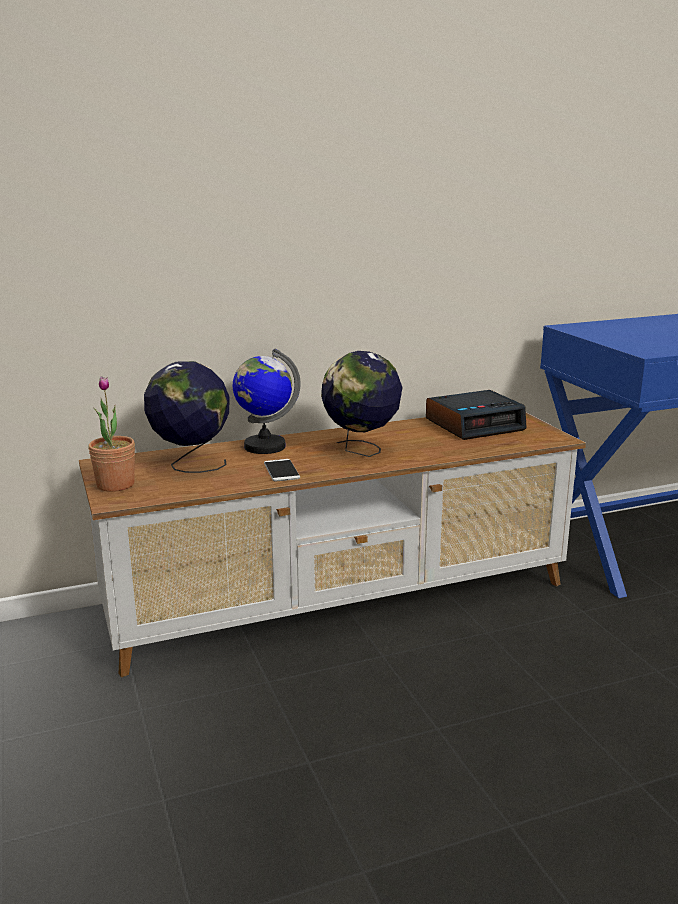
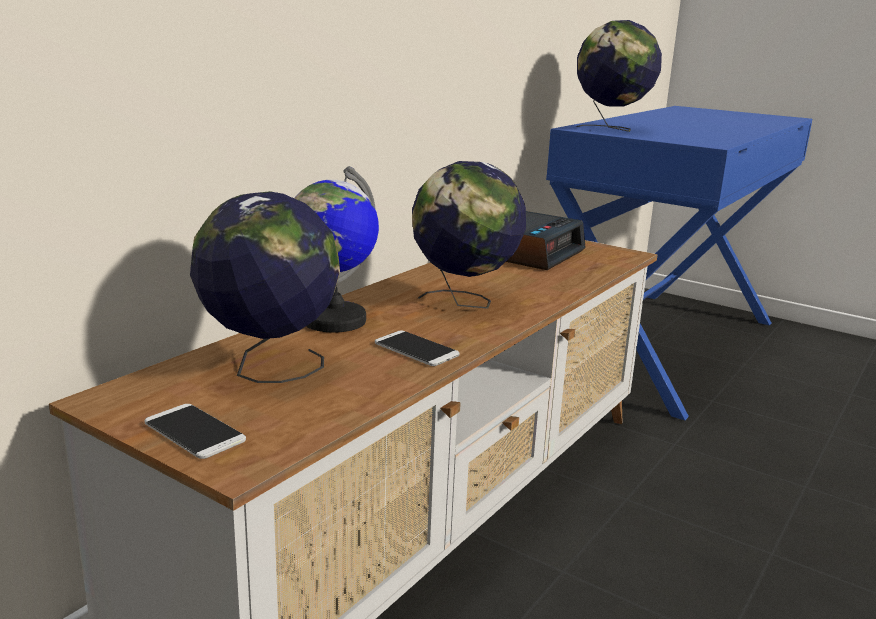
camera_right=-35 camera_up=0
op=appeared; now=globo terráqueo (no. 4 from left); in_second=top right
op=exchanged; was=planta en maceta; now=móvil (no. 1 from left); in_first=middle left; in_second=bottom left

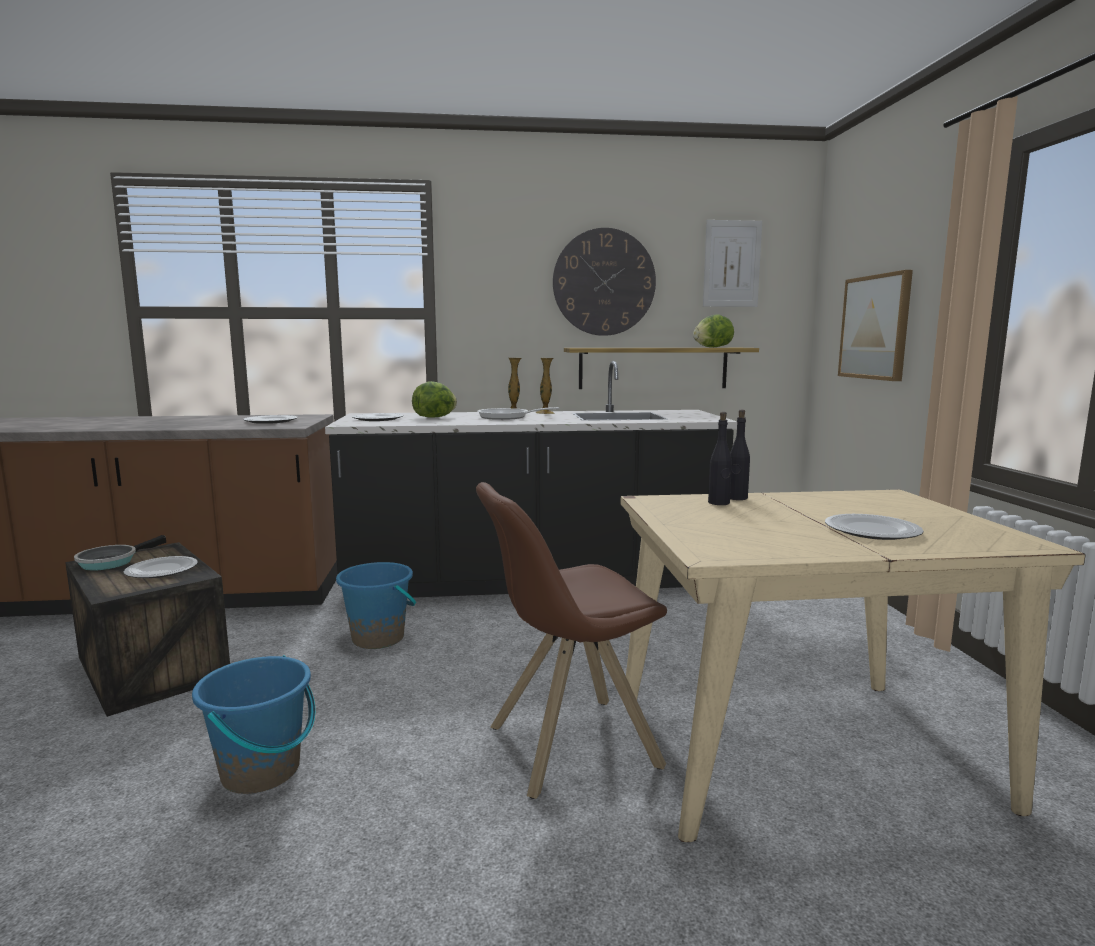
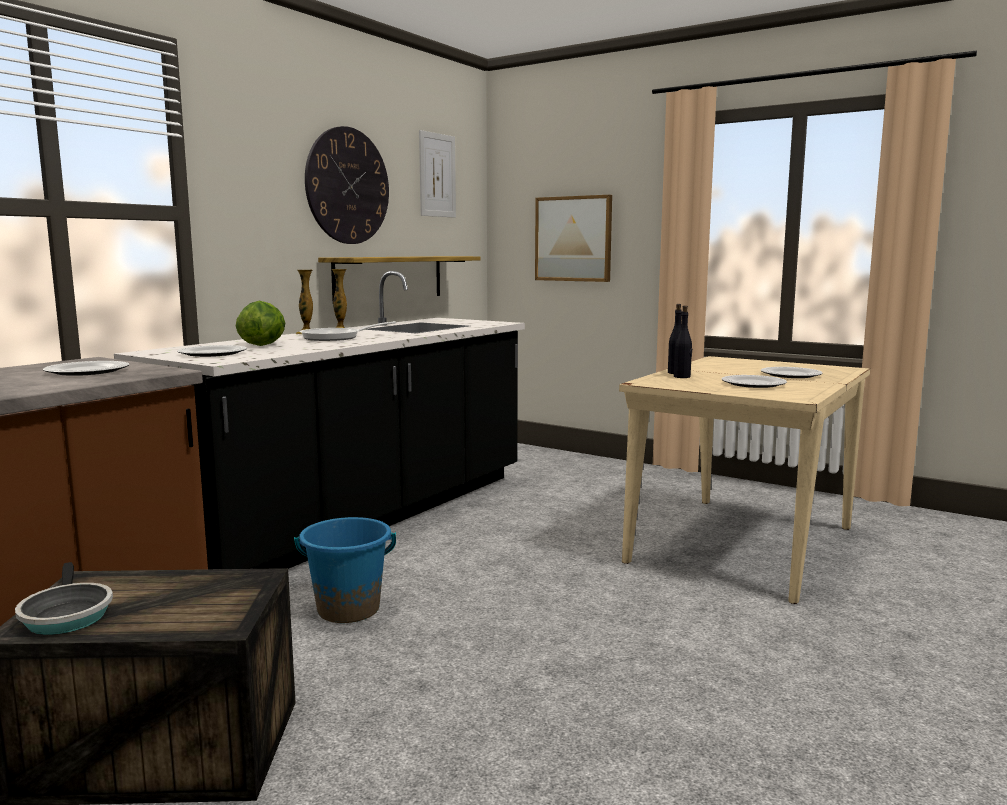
camera_right=-50 camera_up=0
op=missing; was=cubo [azul] (no. 1 from left); in_first=bottom left
op=missing; was=silla [marrón]; in_first=bottom centre
op=missing; was=lechuga (no. 2 from left); in_first=centre
op=relocated; was=plato (no. 1 from left in the first image); now=plato (no. 3 from left); in_first=middle left; in_second=middle right

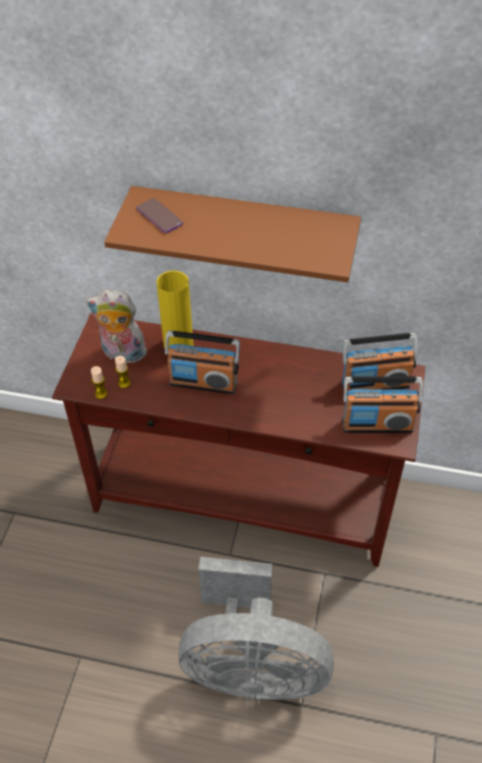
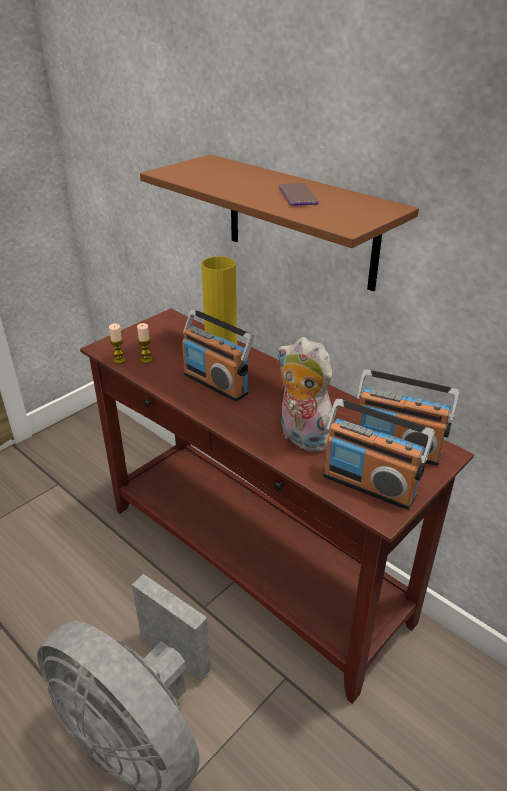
camera_right=30 camera_up=-15
op=relocated; was=peluche; in_first=middle left; in_second=centre
op=relocated; was=móvil; in_first=top left; in_second=top centre

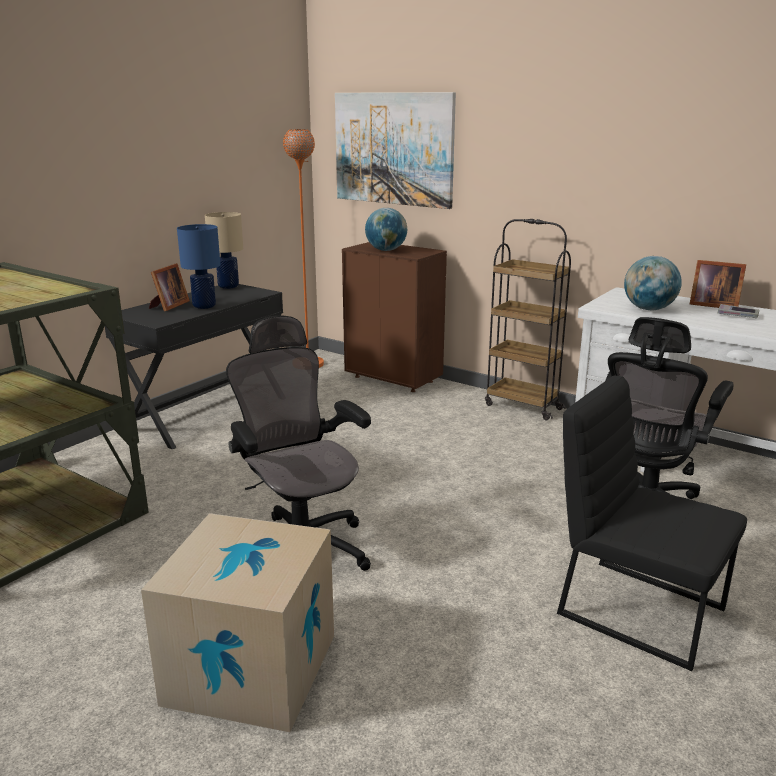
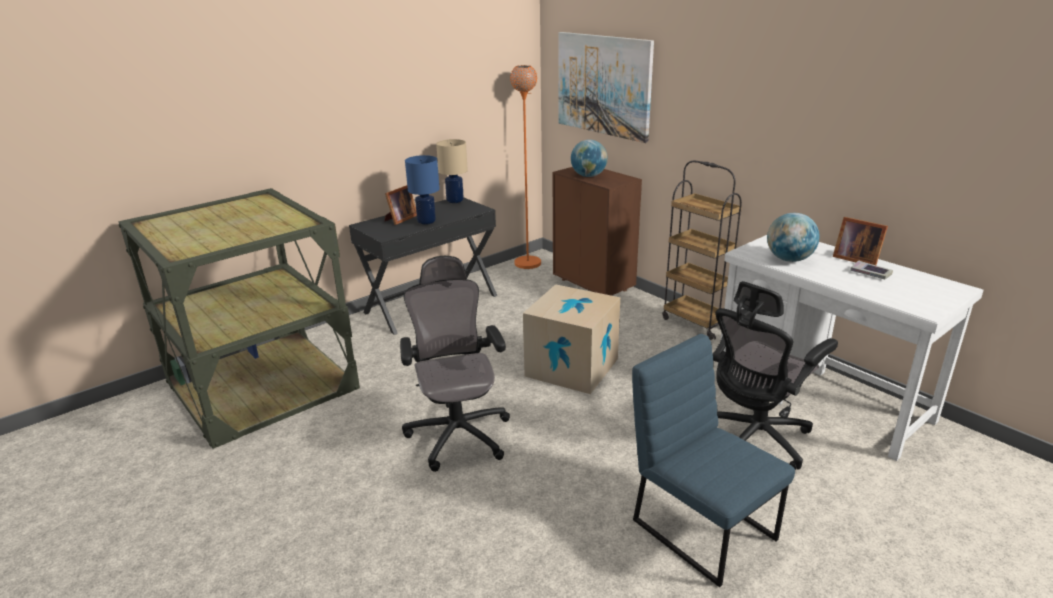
camera_right=15 camera_up=5
op=relocated; was=caja de cartón; in_first=bottom left; in_second=centre
op=colour; was=silla [negro]; now=silla [azul]; in_first=bottom right; in_second=bottom right

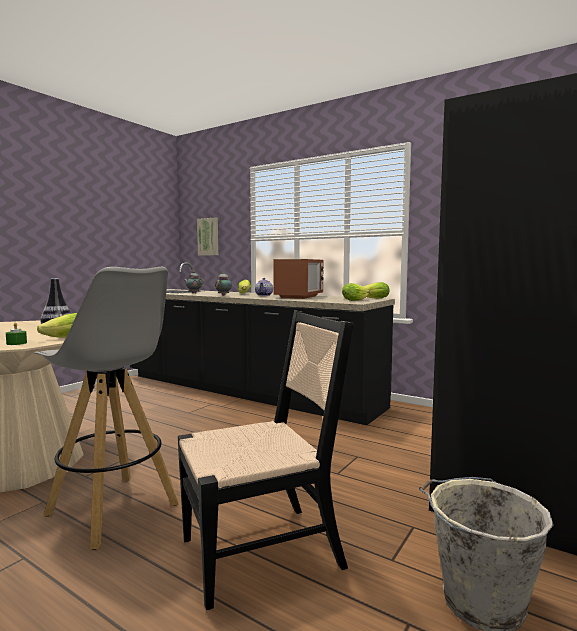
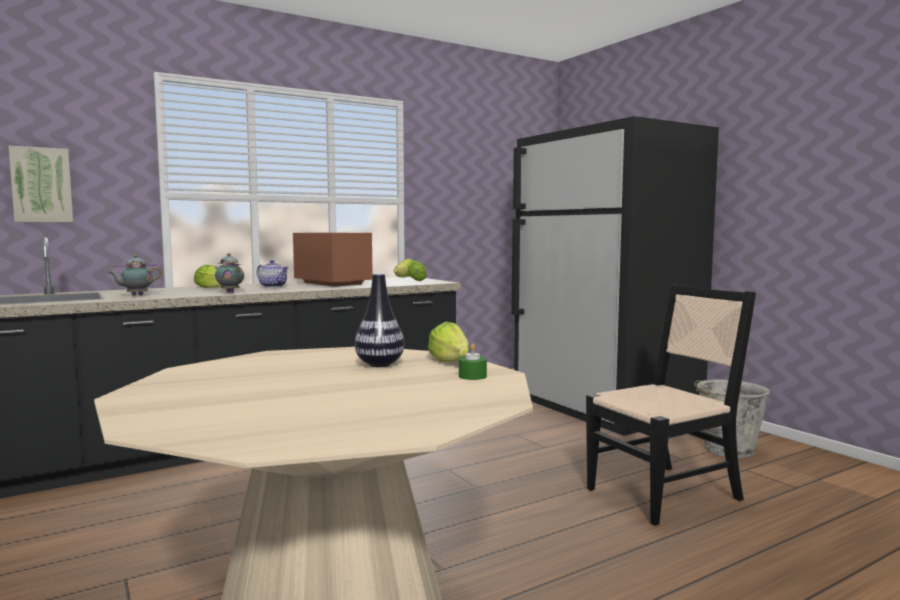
camera_right=-65 camera_up=0
op=missing; was=taburete [gris]; in_first=middle left
op=spun; was=silla; in_first=bottom centre; in_second=bottom right; clockwise=60

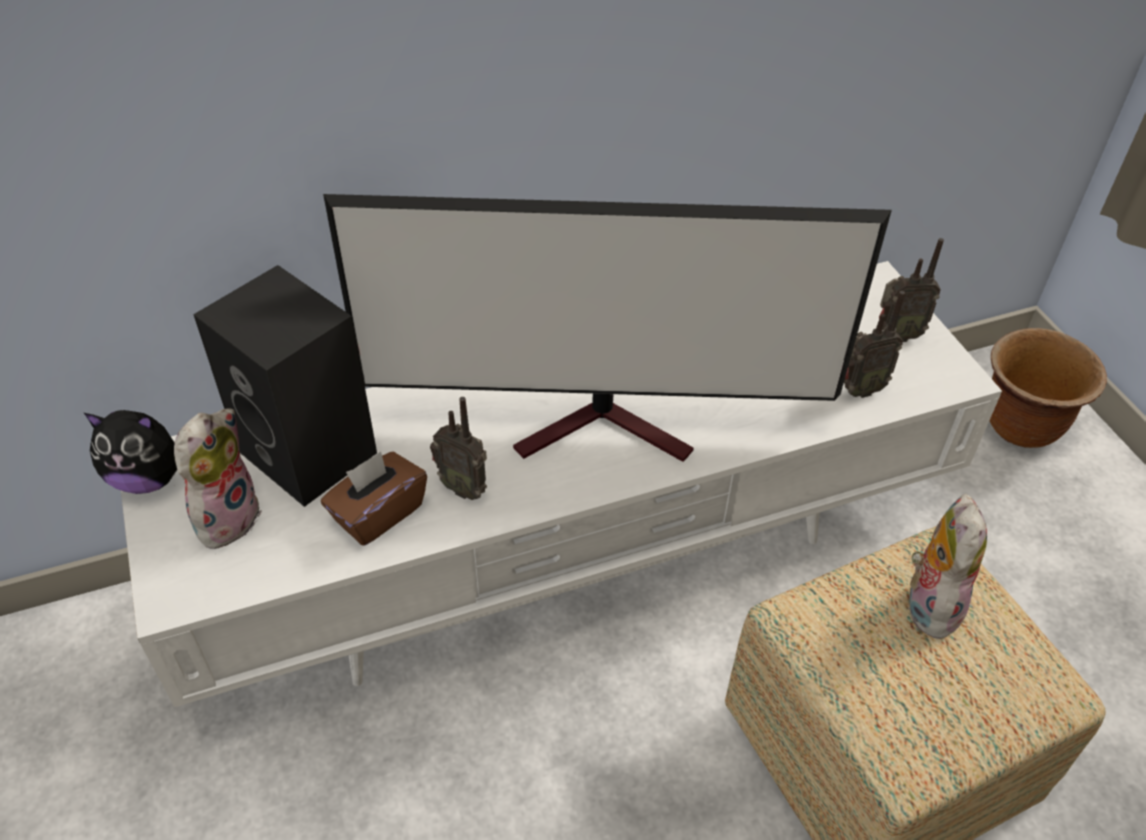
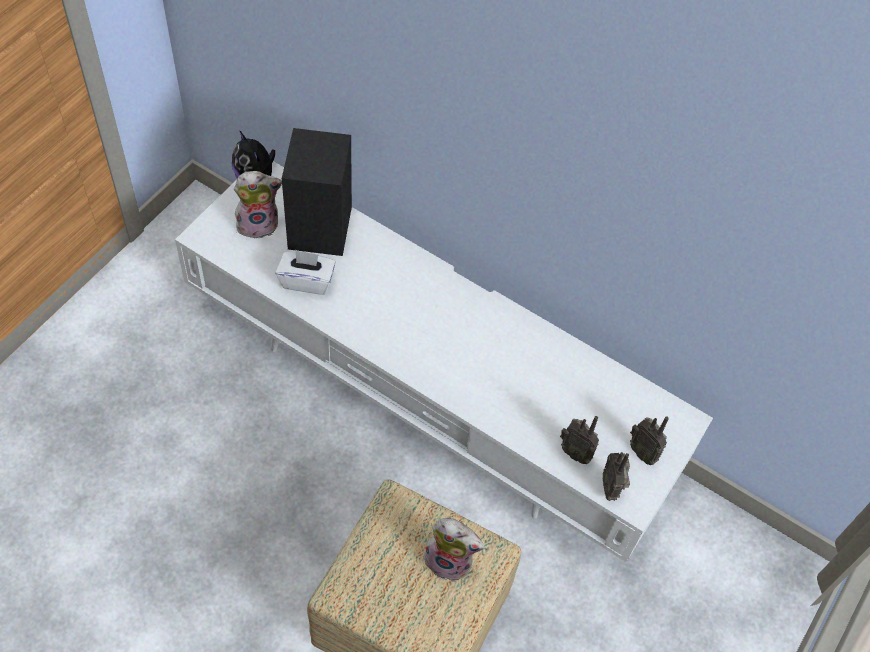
camera_right=50 camera_up=10
op=missing; was=televisor; in_first=centre
op=missing; was=maceta [marrón]; in_first=middle right
op=relocated; was=radio (no. 1 from left in the first image); now=radio (no. 2 from left); in_first=centre; in_second=bottom right
op=colour; was=caja de pañuelos [marrón]; now=caja de pañuelos [blanco]; in_first=middle left; in_second=centre
op=spun; was=peluche (no. 3 from left); in_first=bottom right; in_second=bottom centre; clockwise=45

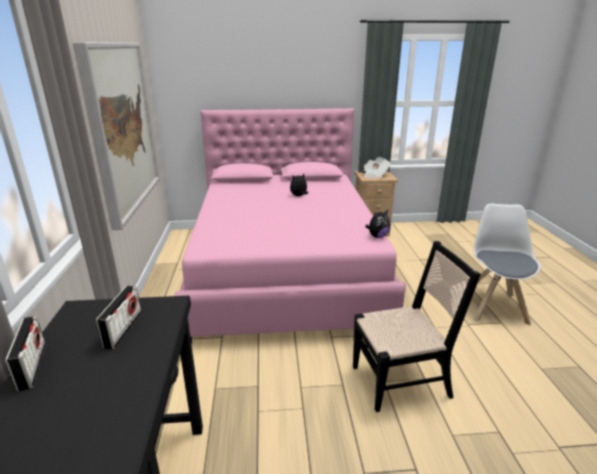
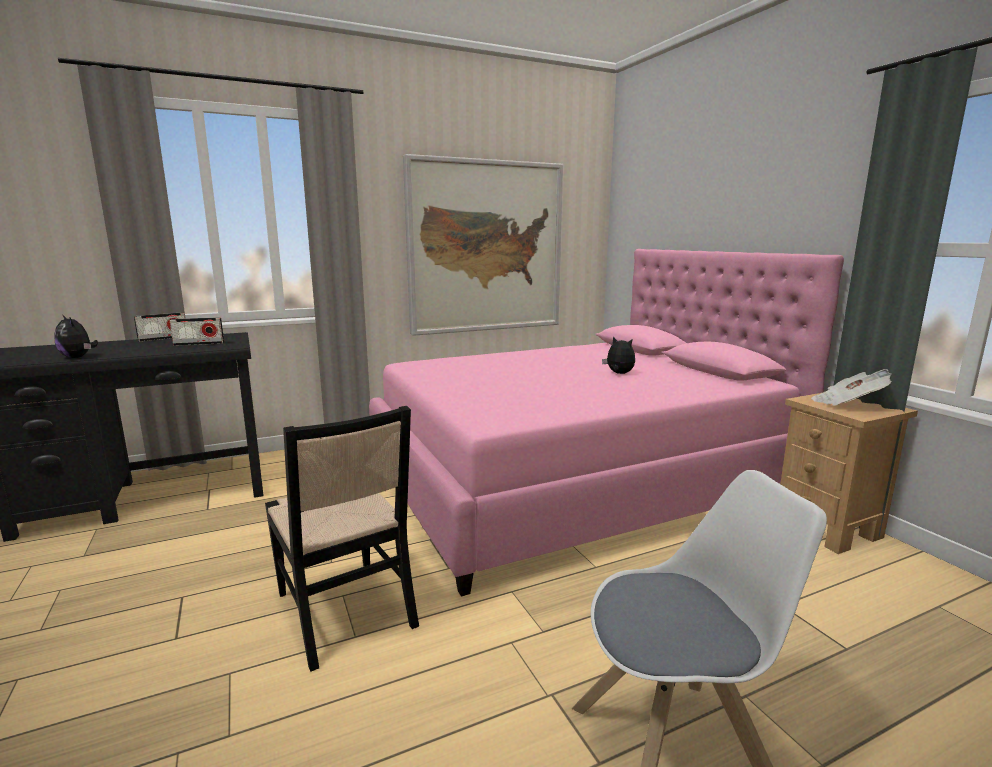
camera_right=70 camera_up=-10
op=relocated; was=peluche (no. 2 from left in the first image); now=peluche (no. 1 from left); in_first=centre; in_second=middle left

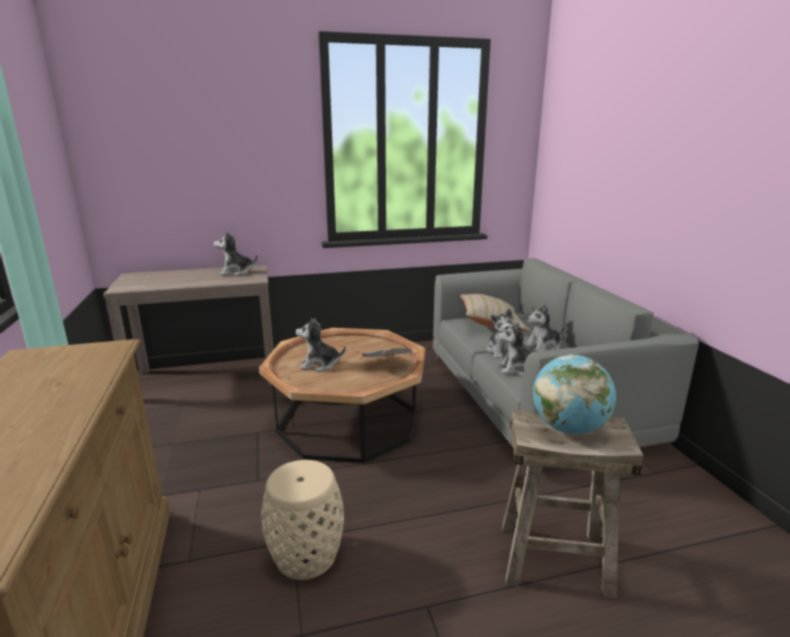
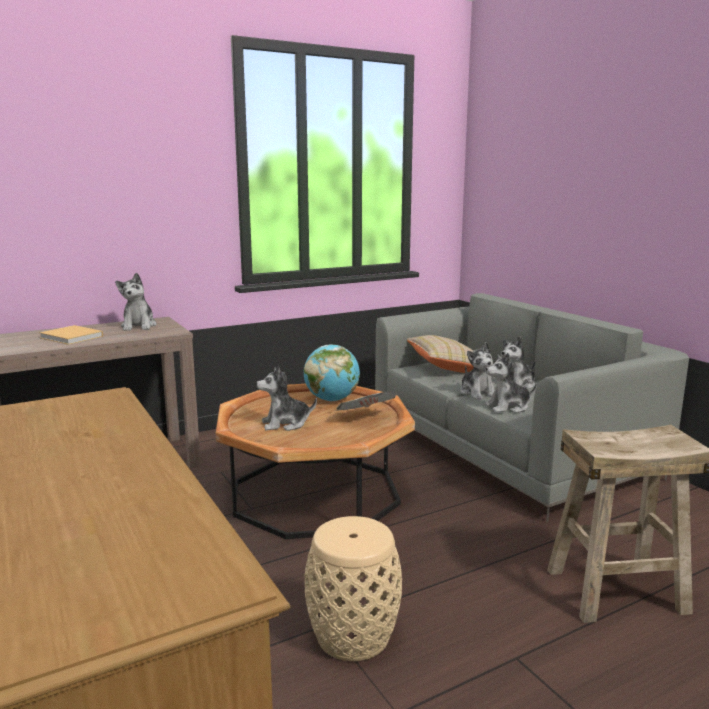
camera_right=-15 camera_up=-5
op=appeared; now=libro [beis]; in_second=middle left
op=relocated; was=globo terráqueo; in_first=middle right; in_second=centre
op=spun; was=peluche (no. 1 from left); in_first=middle left; in_second=middle left; clockwise=-75

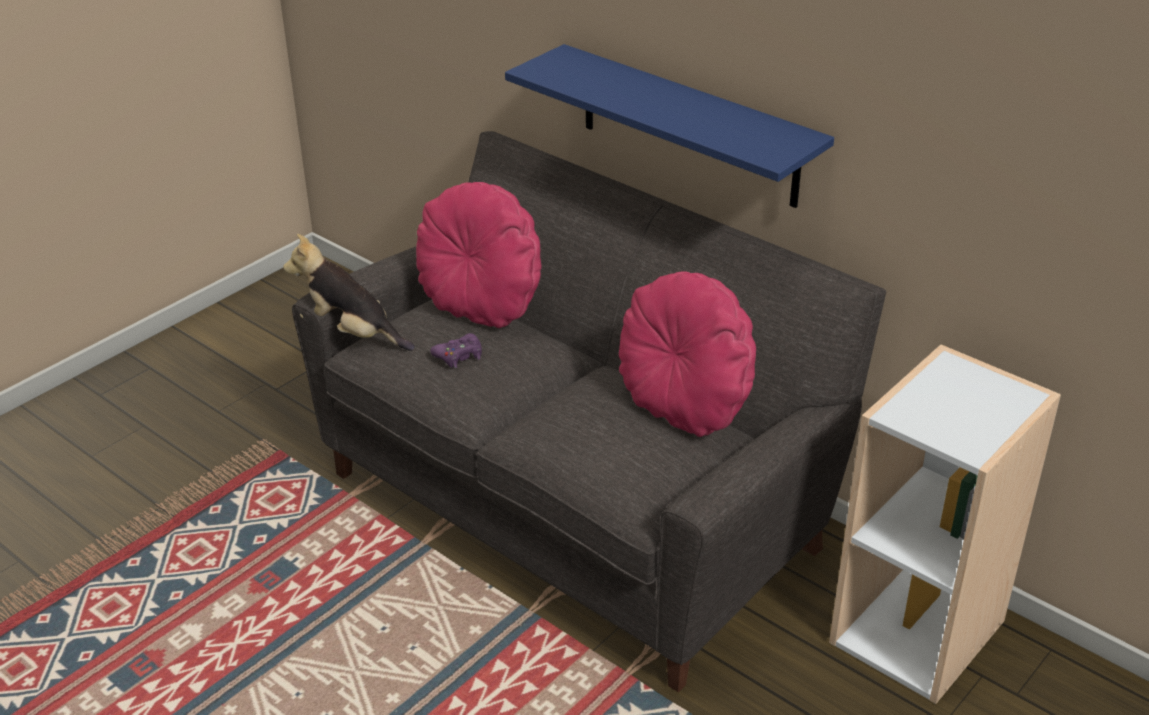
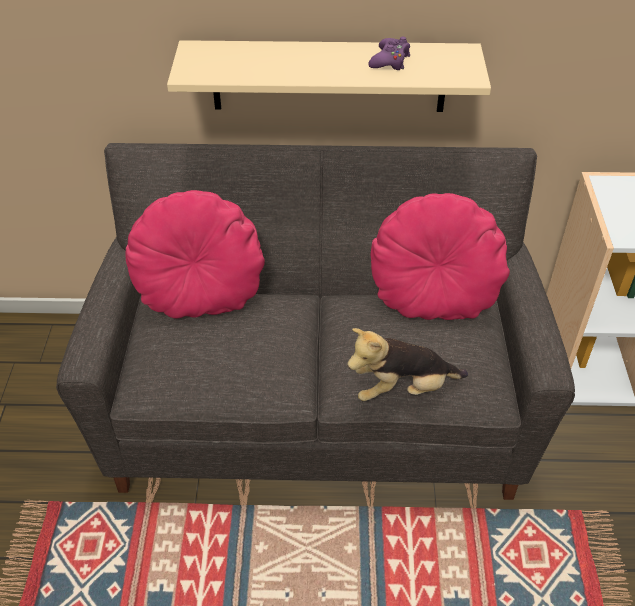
camera_right=-40 camera_up=10
op=relocated; was=peluche; in_first=middle left; in_second=centre
op=relocated; was=mando de consola [morado]; in_first=centre; in_second=top centre
op=colour; was=estante [azul]; now=estante [beis]; in_first=top centre; in_second=top centre

